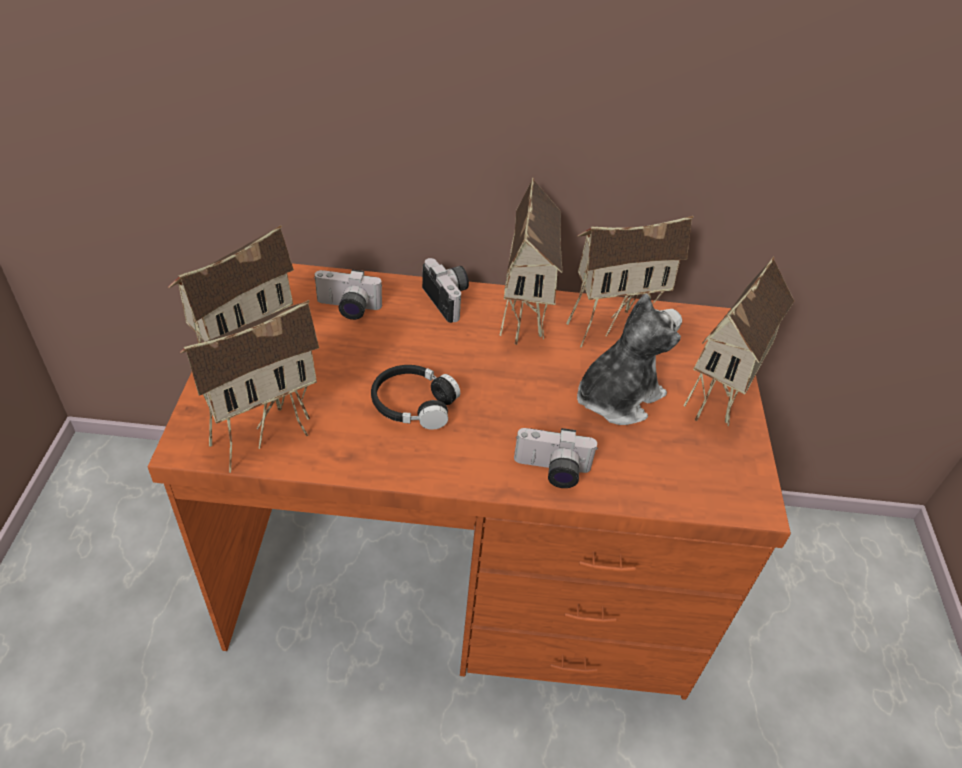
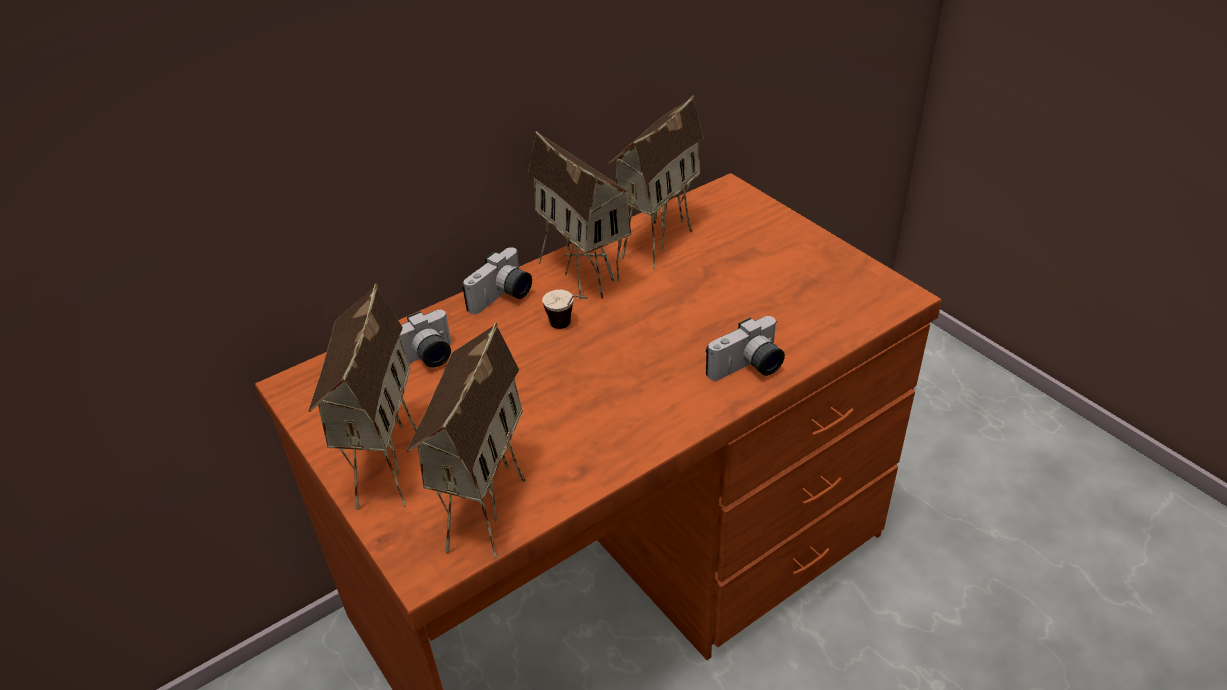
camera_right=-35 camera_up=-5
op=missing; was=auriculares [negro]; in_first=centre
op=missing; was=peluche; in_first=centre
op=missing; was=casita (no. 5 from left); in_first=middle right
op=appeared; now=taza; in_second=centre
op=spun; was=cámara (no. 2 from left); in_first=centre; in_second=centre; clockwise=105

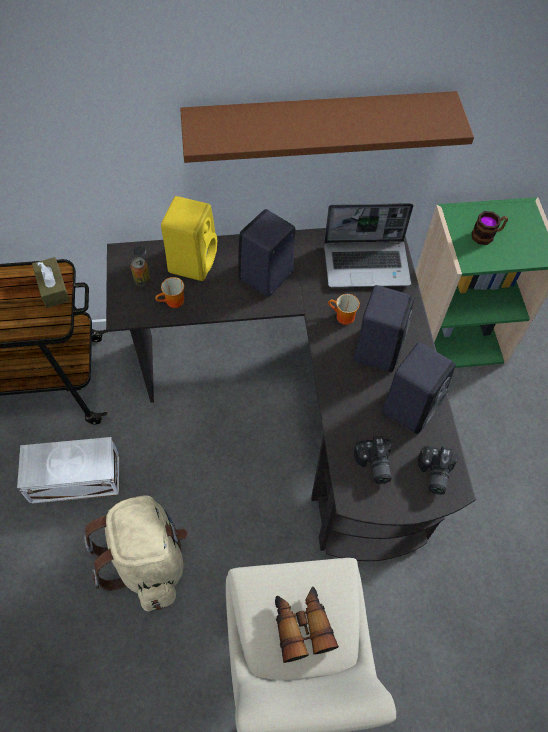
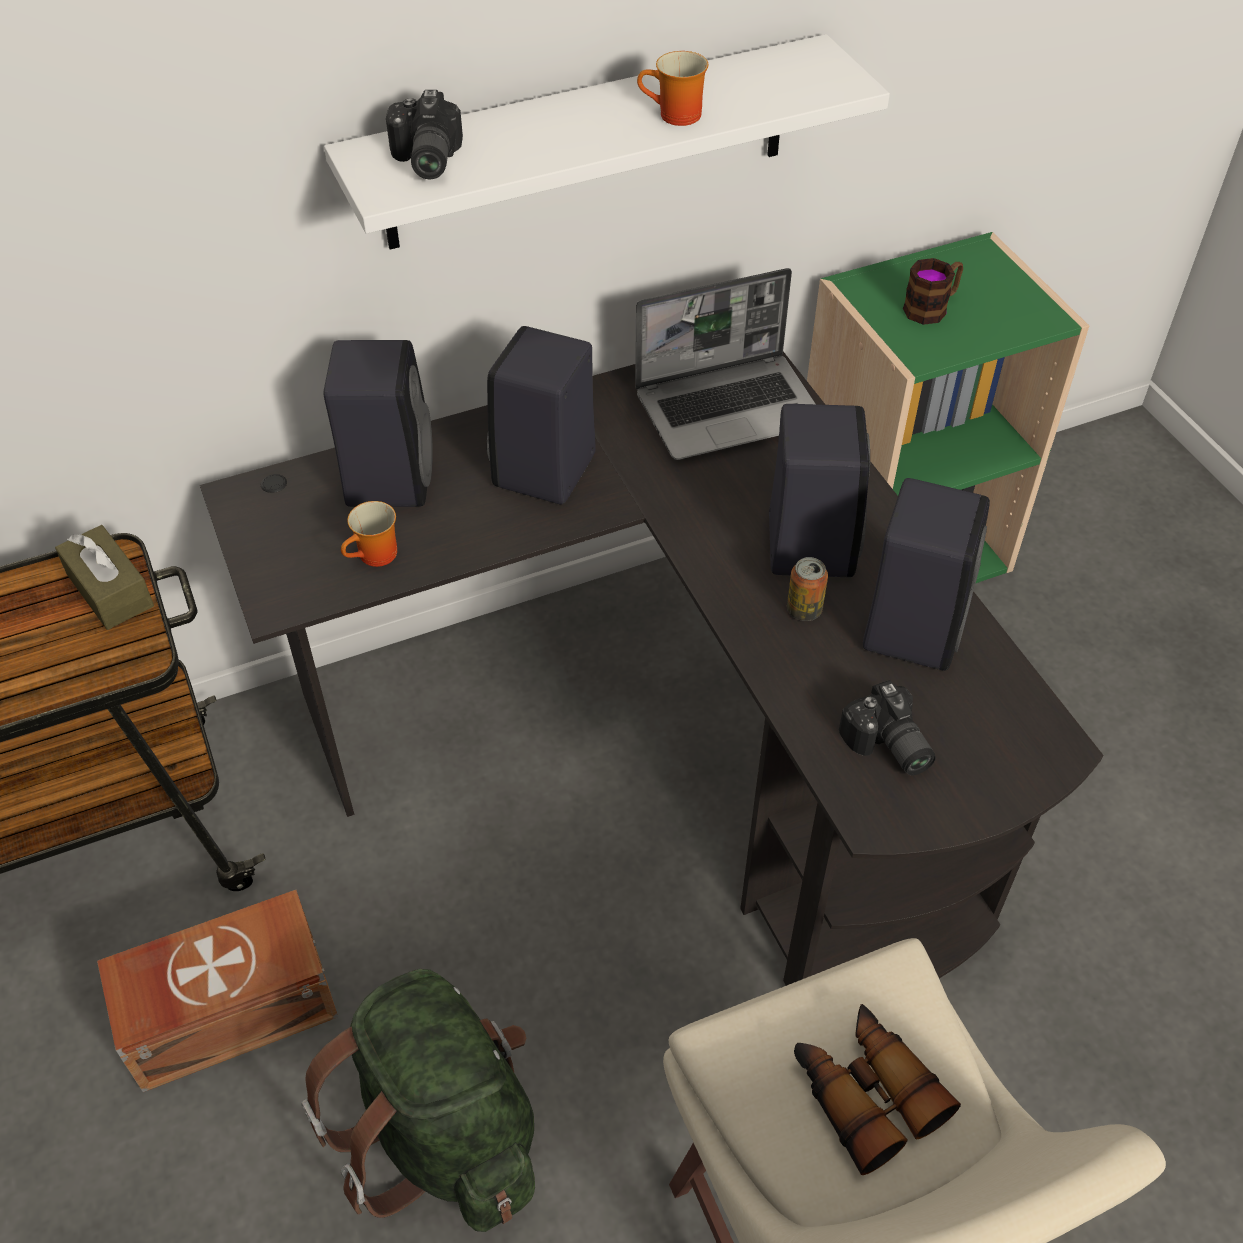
camera_right=-15 camera_up=-10
op=relocated; was=lata; in_first=middle left; in_second=centre
op=relocated; was=taza grande (no. 2 from left); in_first=centre; in_second=top centre
op=relocated; was=cámara (no. 2 from left in the first image); now=cámara (no. 1 from left); in_first=middle right; in_second=top centre
op=colour; was=caja de almacenaje [blanco]; now=caja de almacenaje [marrón]; in_first=middle left; in_second=bottom left
op=colour; was=mochila [beis]; now=mochila [verde]; in_first=bottom left; in_second=bottom centre
op=colour; was=altavoz [amarillo]; now=altavoz [negro] (no. 1 from left); in_first=top centre; in_second=middle left
op=colour; was=estante [marrón]; now=estante [blanco]; in_first=top centre; in_second=top centre

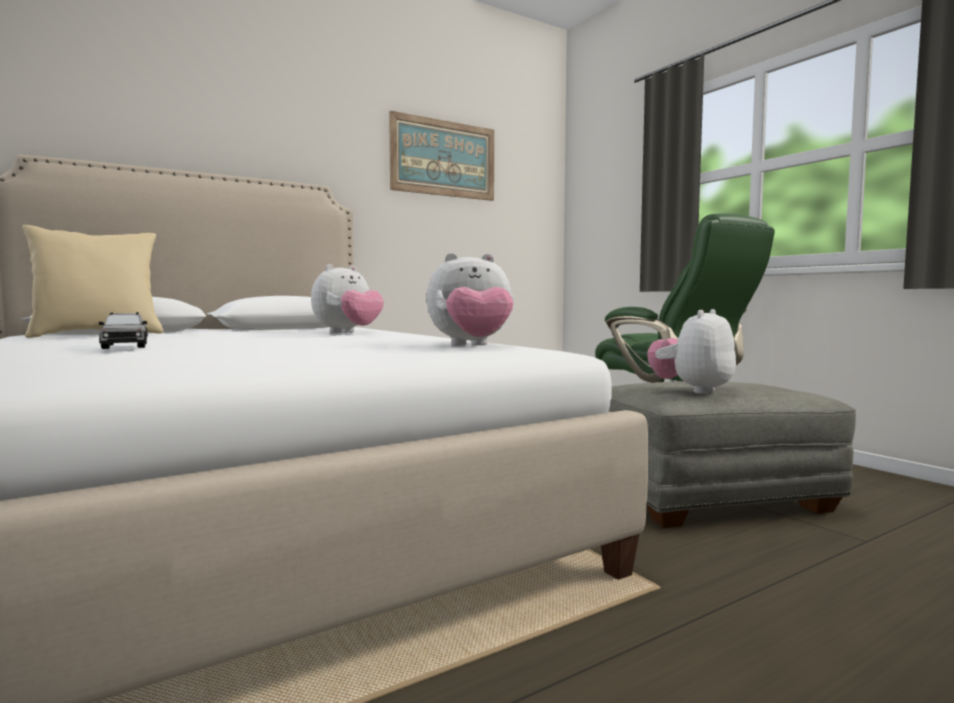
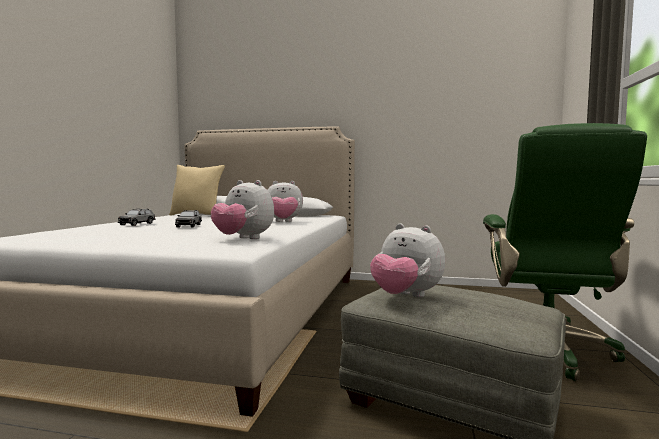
camera_right=45 camera_up=0
op=missing; was=cuadro; in_first=top centre
op=appeared; now=coche de juguete [gris] (no. 2 from left); in_second=middle left
op=spun; was=peluche (no. 3 from left); in_first=middle right; in_second=centre; clockwise=-135

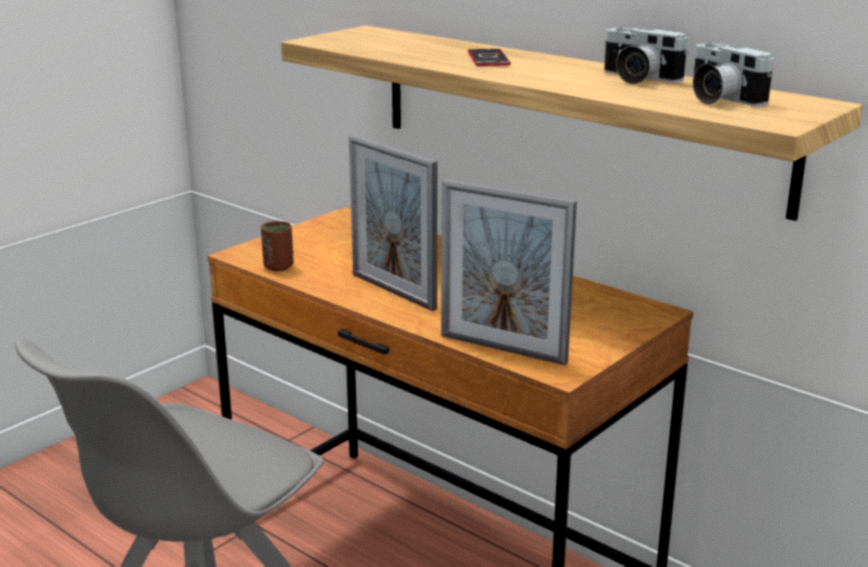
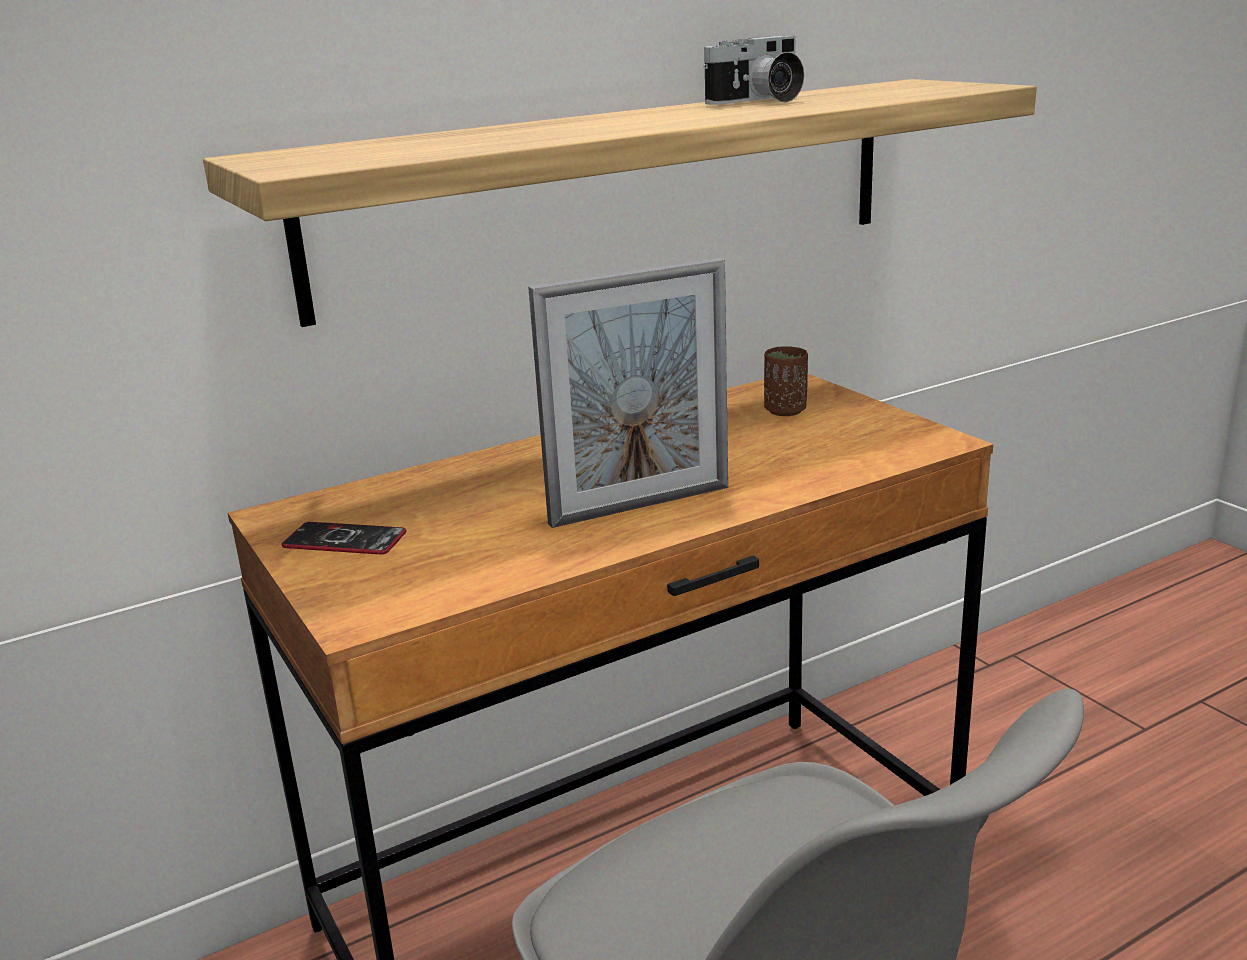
camera_right=-70 camera_up=0
op=missing; was=portarretratos (no. 2 from left); in_first=centre
op=missing; was=cámara (no. 2 from left); in_first=top right
op=relocated; was=taza [marrón]; in_first=middle left; in_second=centre
op=relocated; was=móvil; in_first=top centre; in_second=middle left

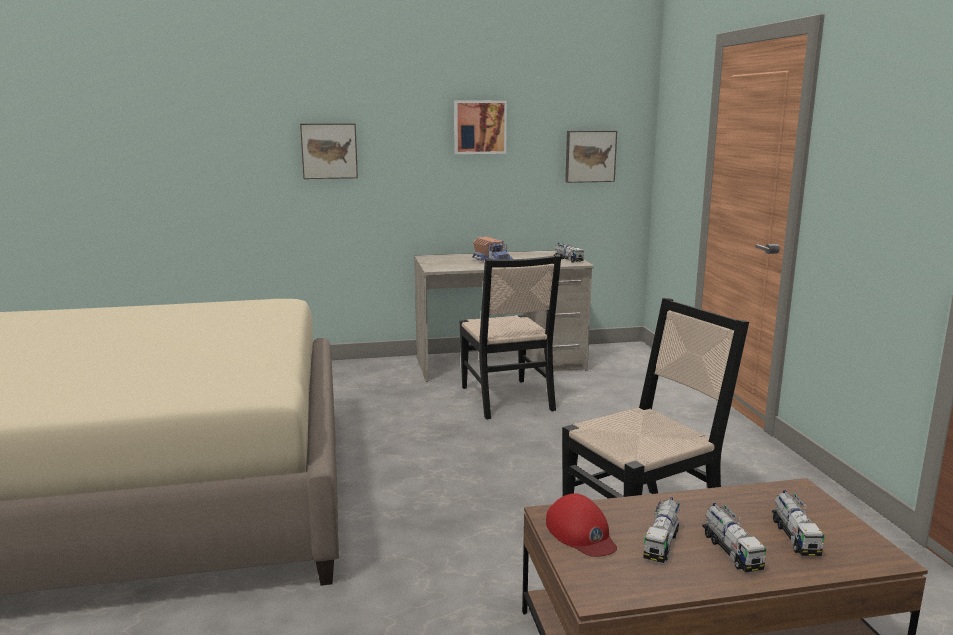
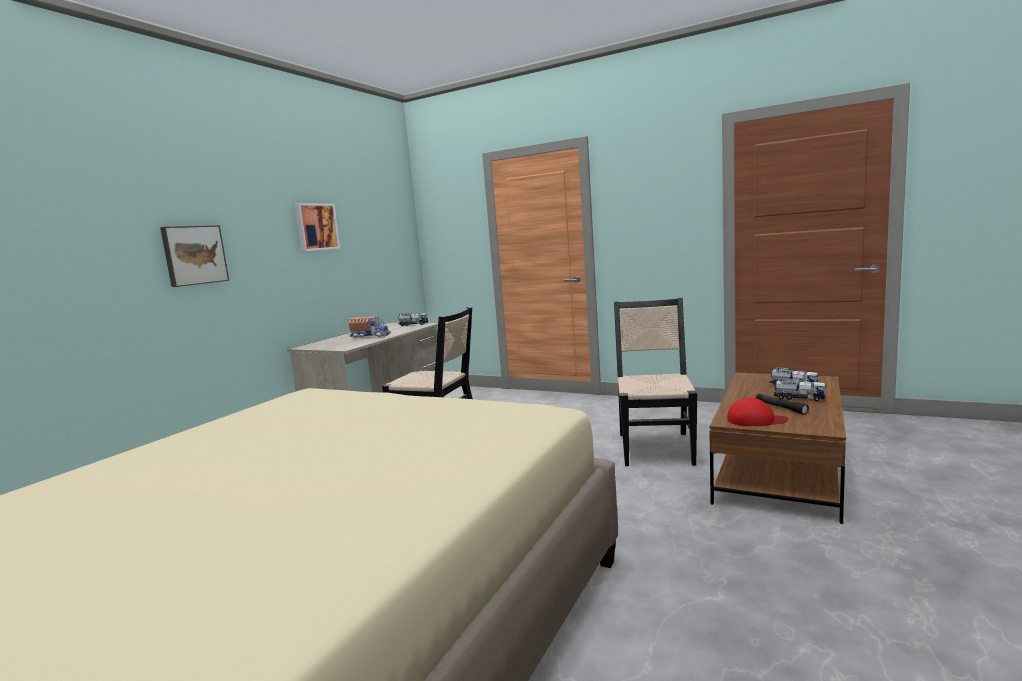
camera_right=-50 camera_up=-5
op=missing; was=cuadro (no. 3 from left); in_first=top centre
op=exchanged; was=camión de juguete (no. 3 from left); now=linterna [negro]; in_first=bottom right; in_second=middle right

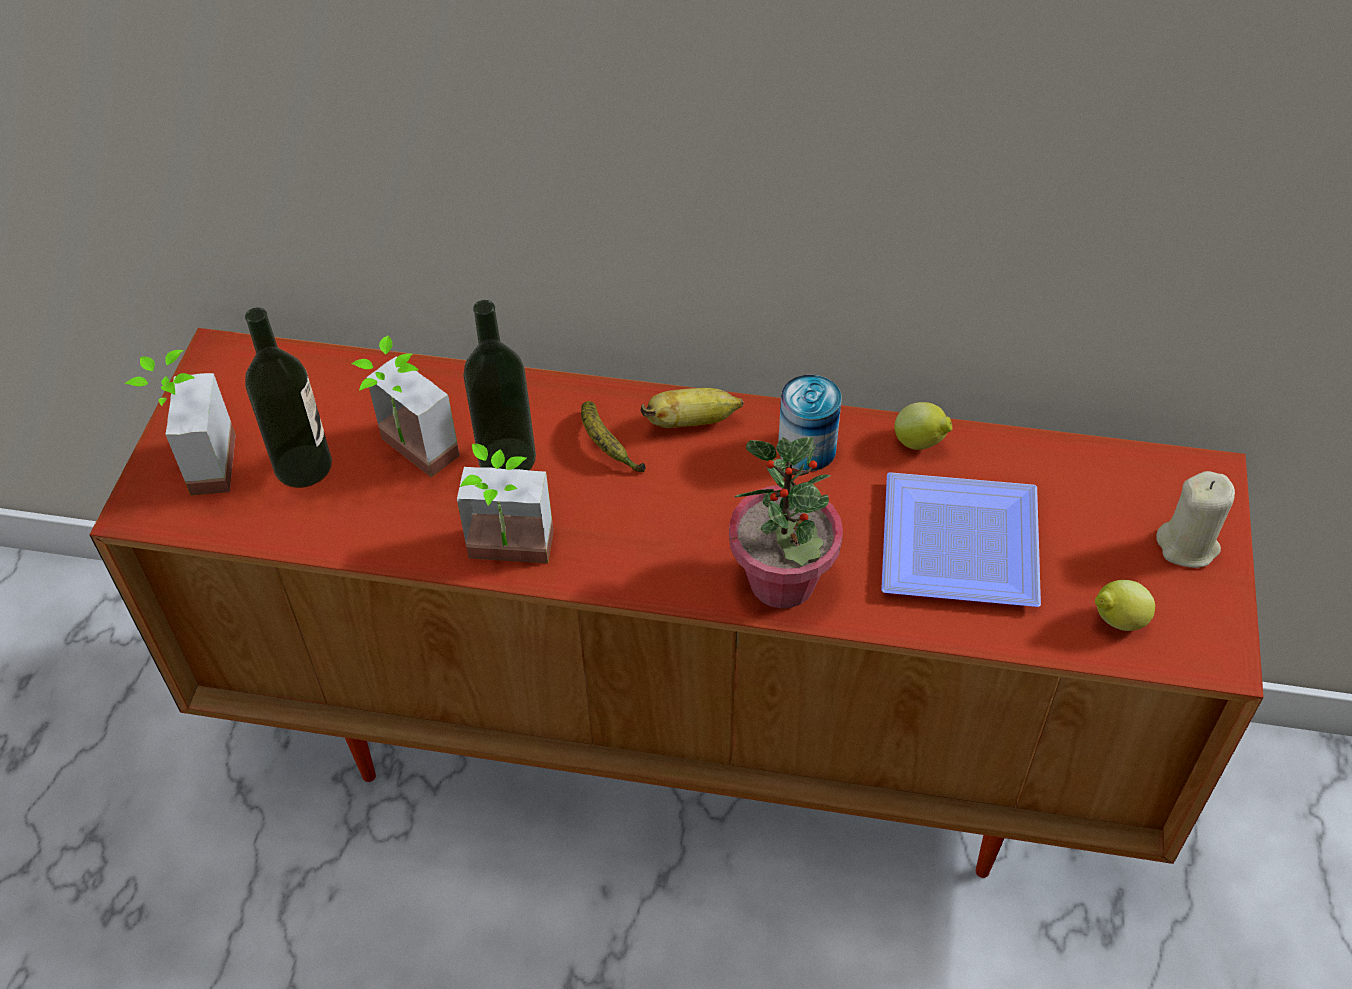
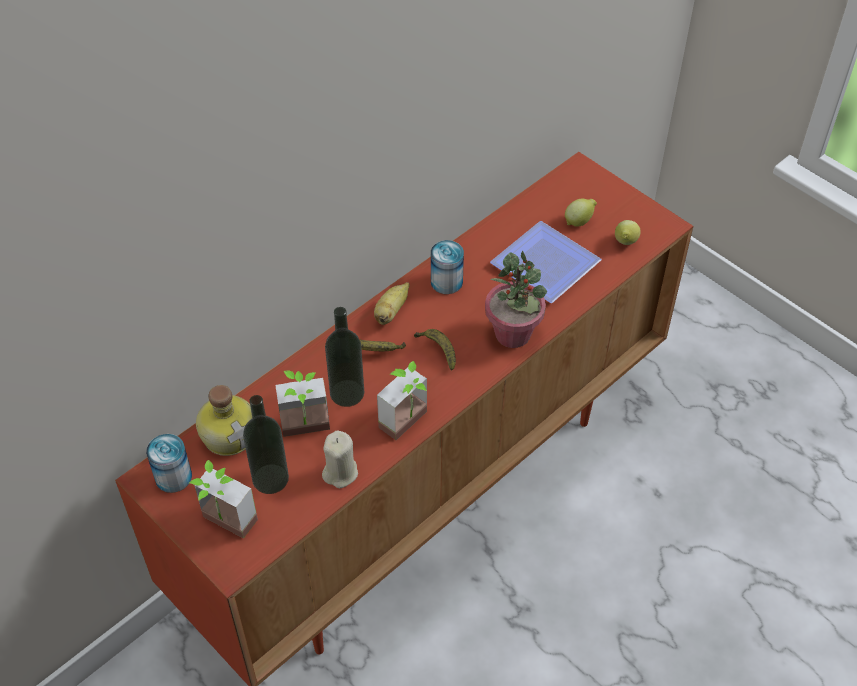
camera_right=-55 camera_up=0
op=appeared; now=lata (no. 1 from left); in_second=bottom left
op=appeared; now=botella (no. 1 from left); in_second=middle left
op=appeared; now=plátano (no. 3 from left); in_second=centre
op=relocated; was=limón (no. 1 from left); in_first=middle right; in_second=top right
op=relocated; was=vela [beis]; in_first=middle right; in_second=bottom centre

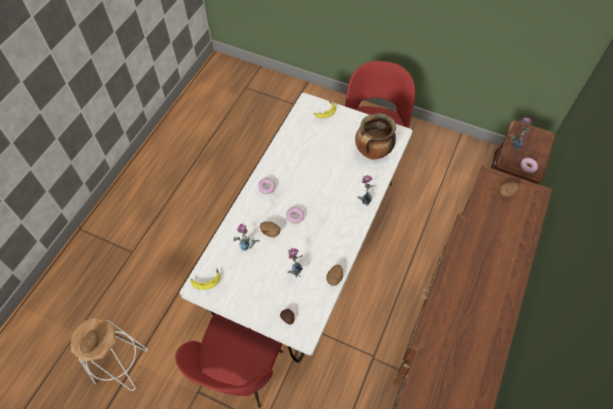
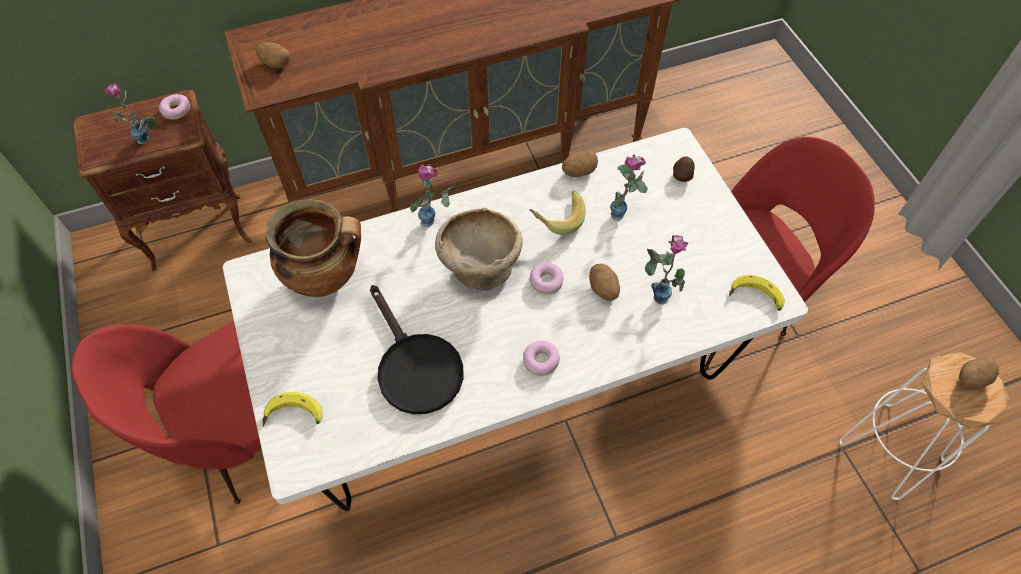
camera_right=-135 camera_up=0
op=appeared; now=sartén [negro]; in_second=centre
op=appeared; now=cuenco [beis]; in_second=centre
op=appeared; now=plátano (no. 2 from left); in_second=centre

